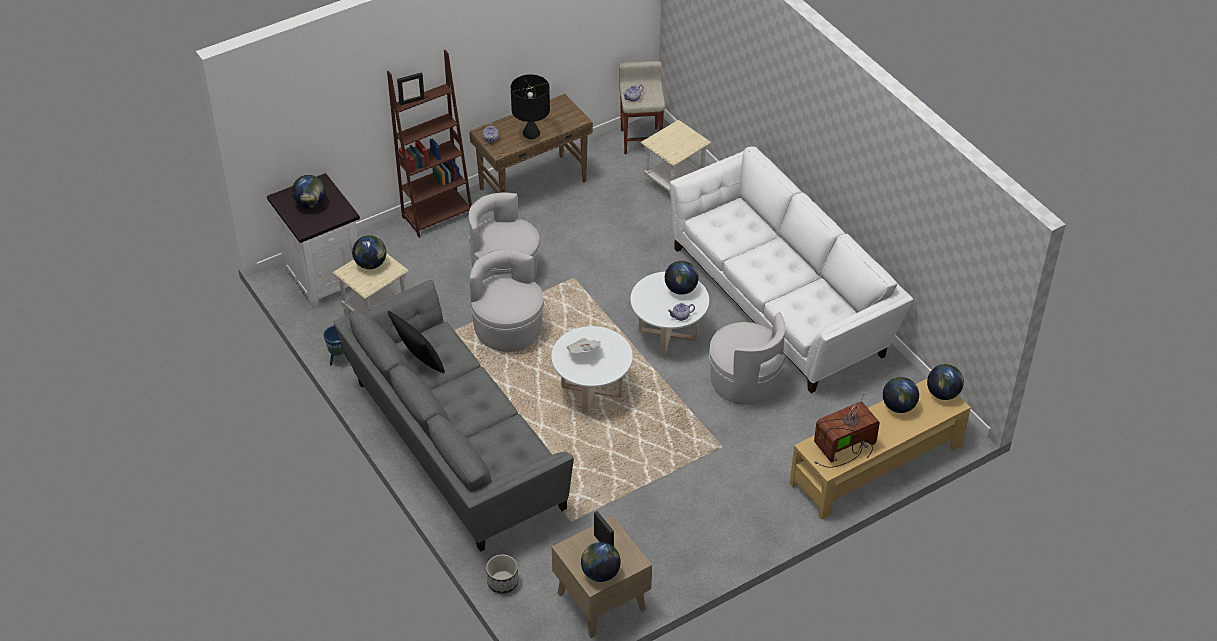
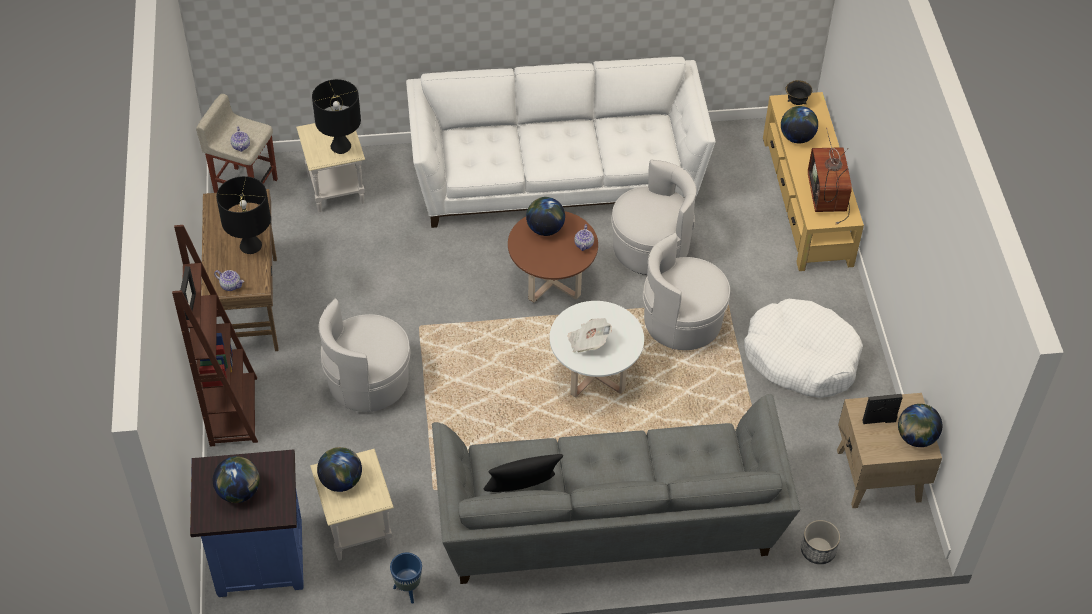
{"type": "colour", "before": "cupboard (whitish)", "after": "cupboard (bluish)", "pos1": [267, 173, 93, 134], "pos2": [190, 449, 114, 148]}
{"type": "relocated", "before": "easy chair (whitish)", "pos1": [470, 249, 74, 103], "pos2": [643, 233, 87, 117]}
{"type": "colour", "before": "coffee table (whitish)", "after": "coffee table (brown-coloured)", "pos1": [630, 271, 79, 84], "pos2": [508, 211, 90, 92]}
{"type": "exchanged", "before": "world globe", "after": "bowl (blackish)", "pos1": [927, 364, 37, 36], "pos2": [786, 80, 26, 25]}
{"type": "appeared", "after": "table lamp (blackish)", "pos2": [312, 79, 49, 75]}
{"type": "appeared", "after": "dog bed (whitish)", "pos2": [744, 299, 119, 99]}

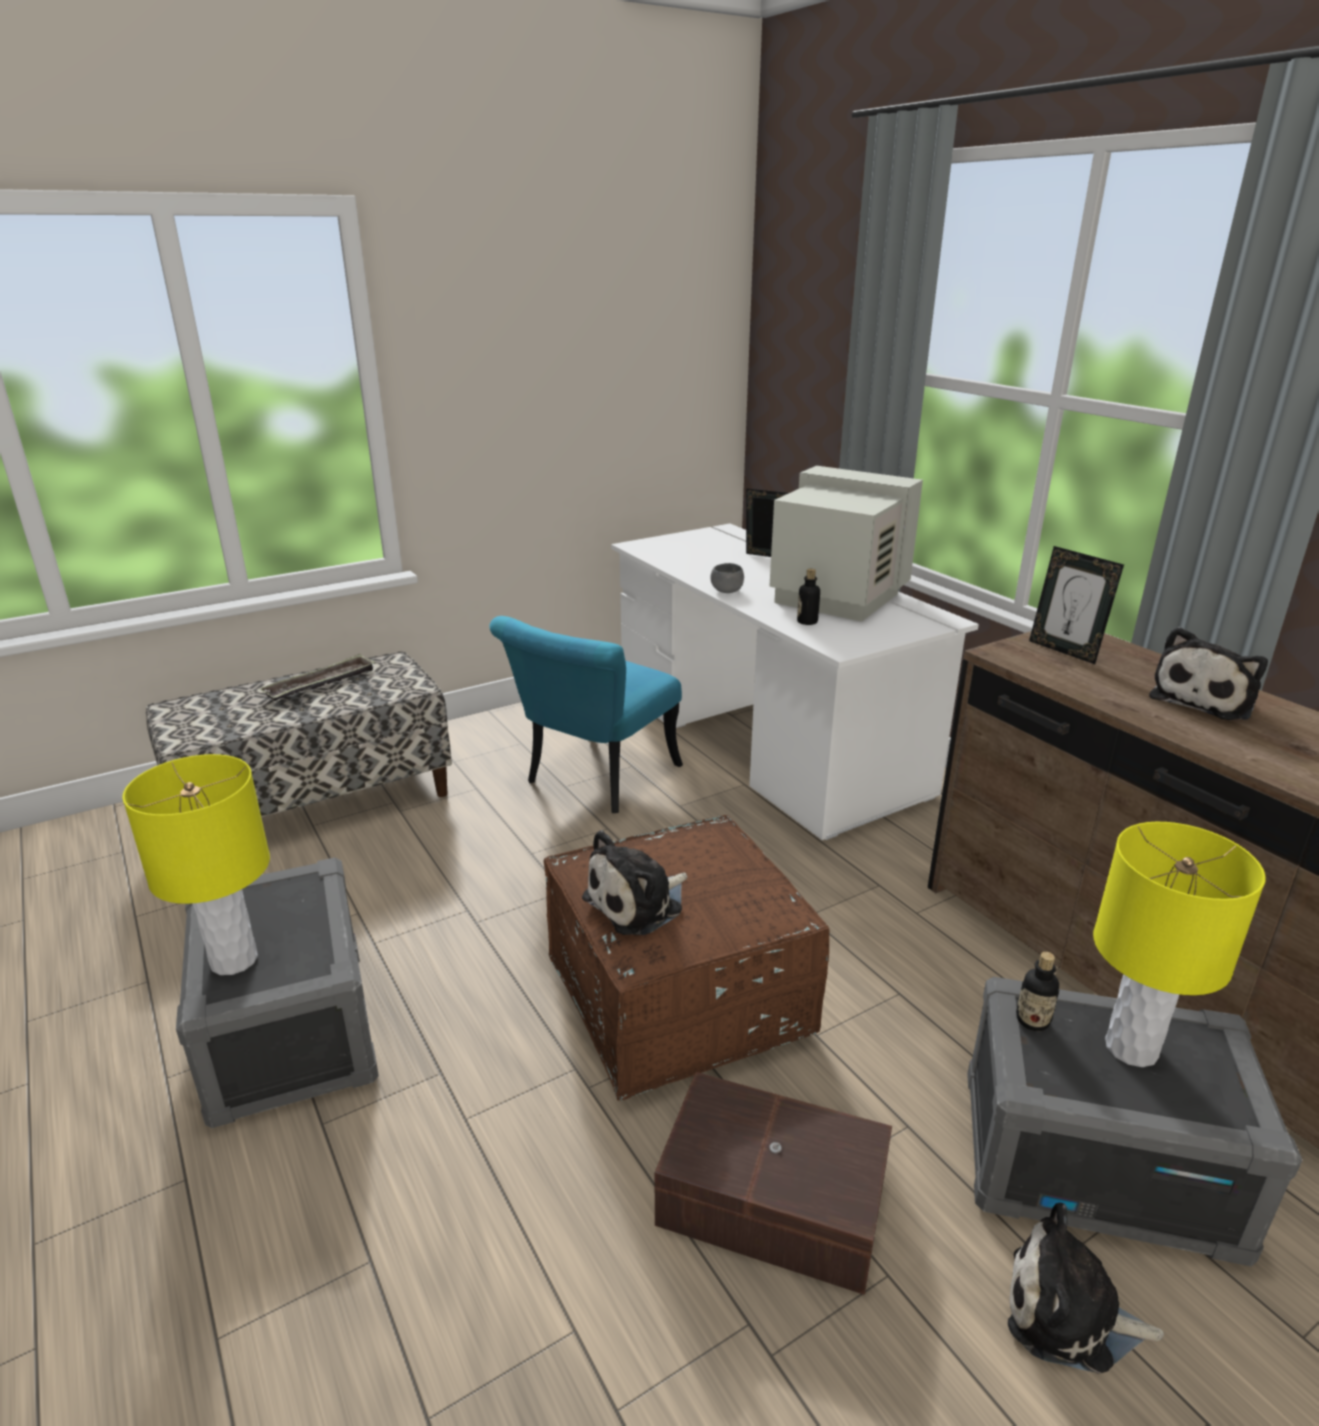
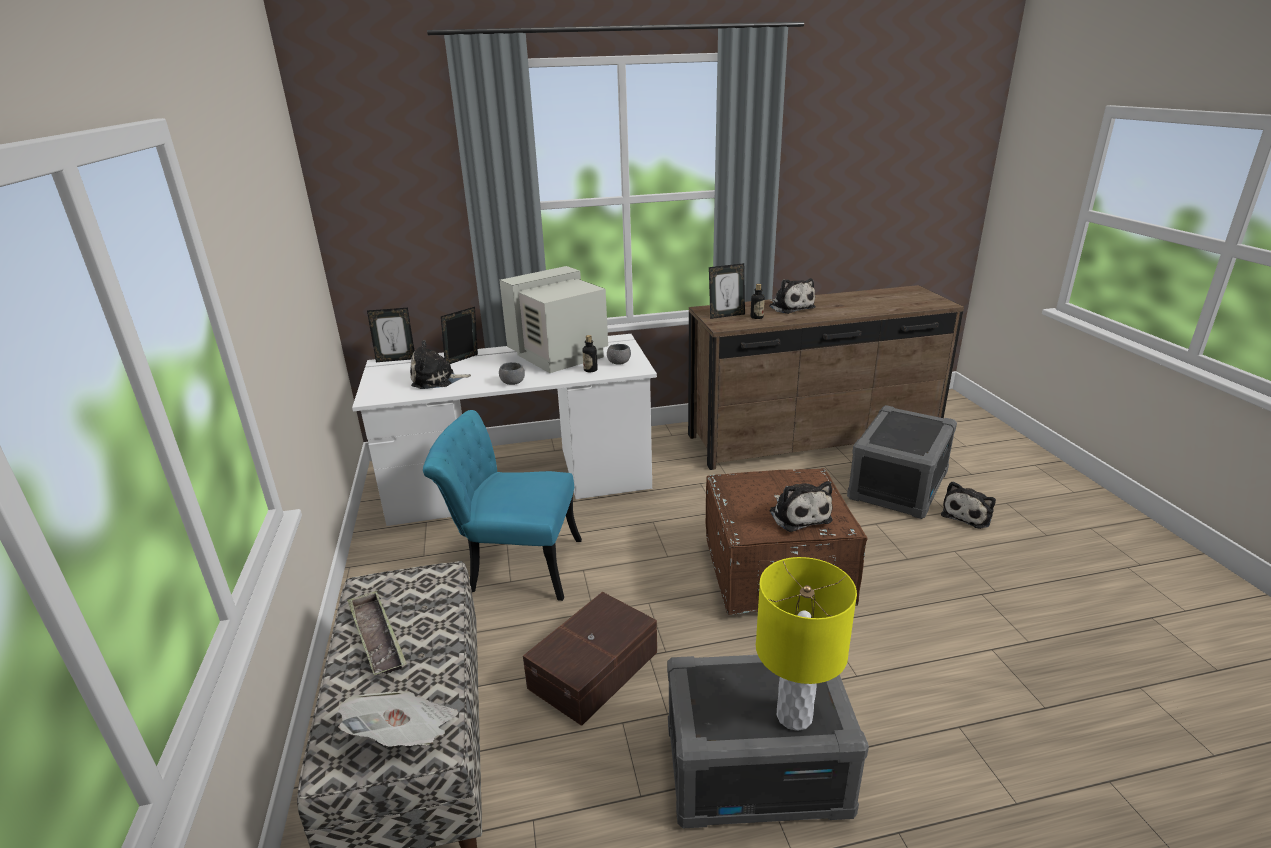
{"type": "spun", "before": "chair (blue-green)", "pos1": [489, 616, 194, 197], "pos2": [423, 410, 159, 191], "turn": 135}
{"type": "relocated", "before": "storage bin (brown-coloured)", "pos1": [655, 1072, 237, 223], "pos2": [523, 592, 134, 134]}
{"type": "relocated", "before": "beverage bottle", "pos1": [1016, 952, 44, 79], "pos2": [751, 284, 14, 35]}
{"type": "missing", "before": "table lamp (yellow)", "pos1": [1093, 822, 173, 245]}
{"type": "appeared", "after": "newspaper", "pos2": [338, 691, 120, 56]}
{"type": "appeared", "after": "standing frame", "pos2": [367, 308, 47, 54]}
{"type": "appeared", "after": "cuddly toy", "pos2": [410, 340, 61, 49]}
{"type": "appeared", "after": "bowl (gray)", "pos2": [607, 344, 24, 21]}

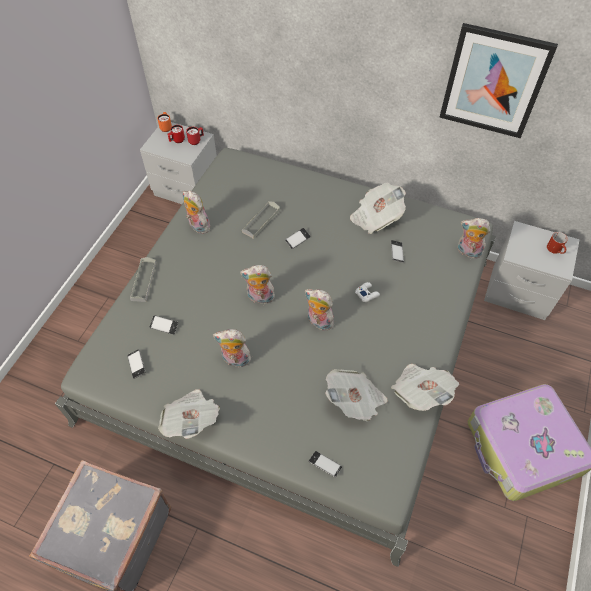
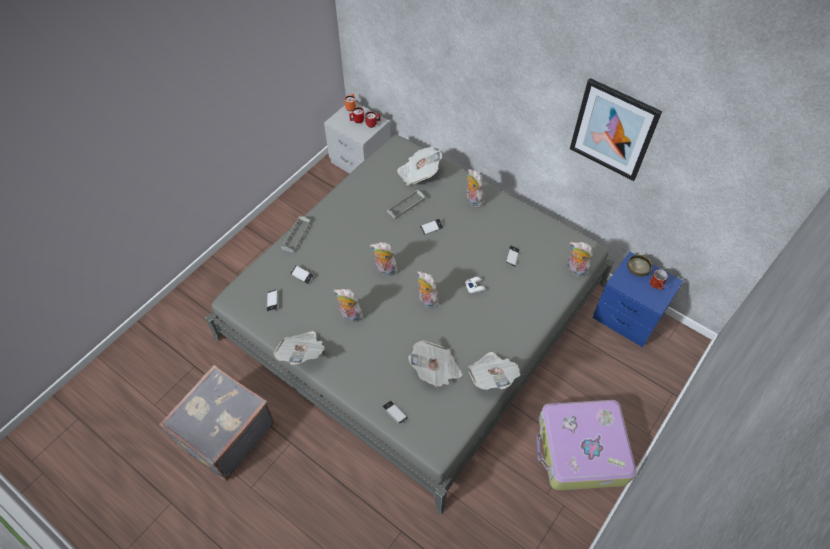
{"type": "relocated", "before": "cuddly toy", "pos1": [183, 191, 29, 43], "pos2": [466, 169, 18, 39]}
{"type": "relocated", "before": "newspaper", "pos1": [350, 183, 56, 51], "pos2": [397, 147, 45, 39]}
{"type": "colour", "before": "bedside table (gray)", "after": "bedside table (bluish)", "pos1": [484, 221, 96, 99], "pos2": [592, 252, 91, 95]}
{"type": "appeared", "after": "bowl", "pos2": [627, 255, 25, 21]}

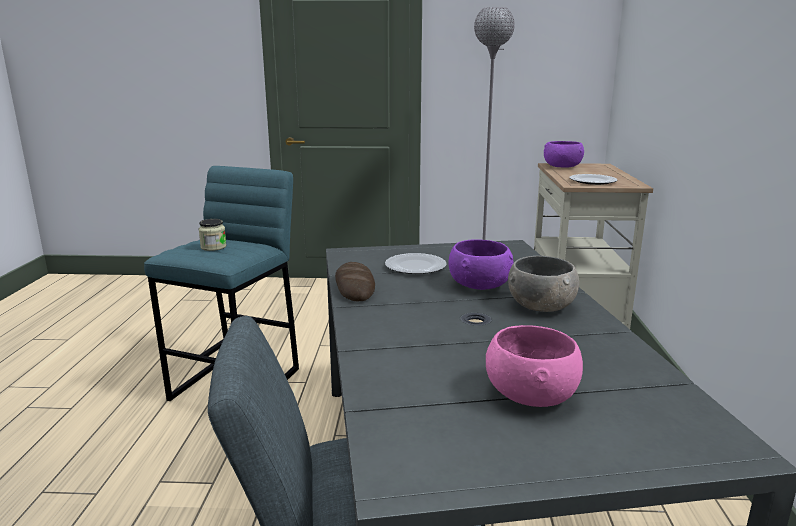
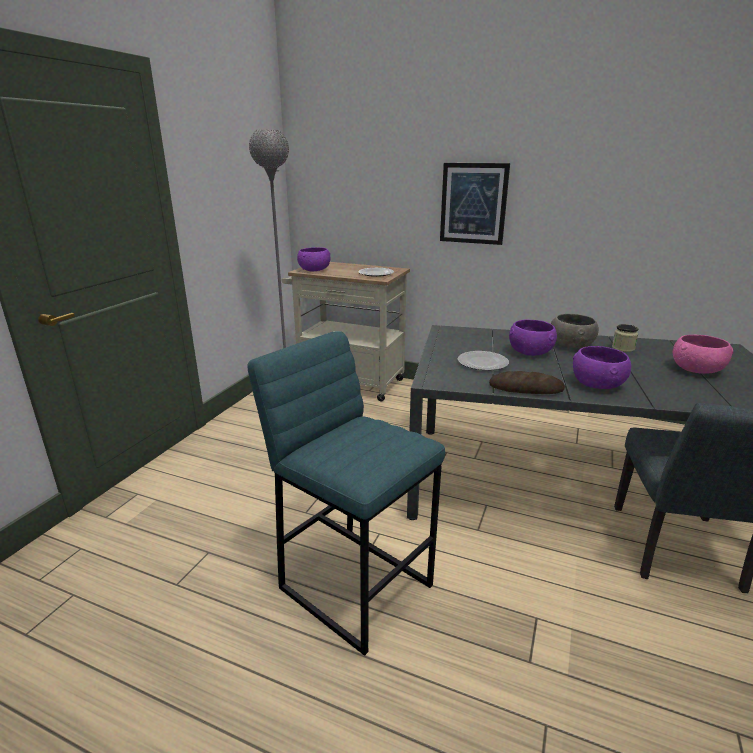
{"type": "relocated", "before": "preserve jar", "pos1": [199, 219, 28, 32], "pos2": [612, 324, 26, 28]}
{"type": "appeared", "after": "wall picture", "pos2": [440, 163, 70, 82]}
{"type": "appeared", "after": "bowl (purple)", "pos2": [573, 346, 58, 43]}

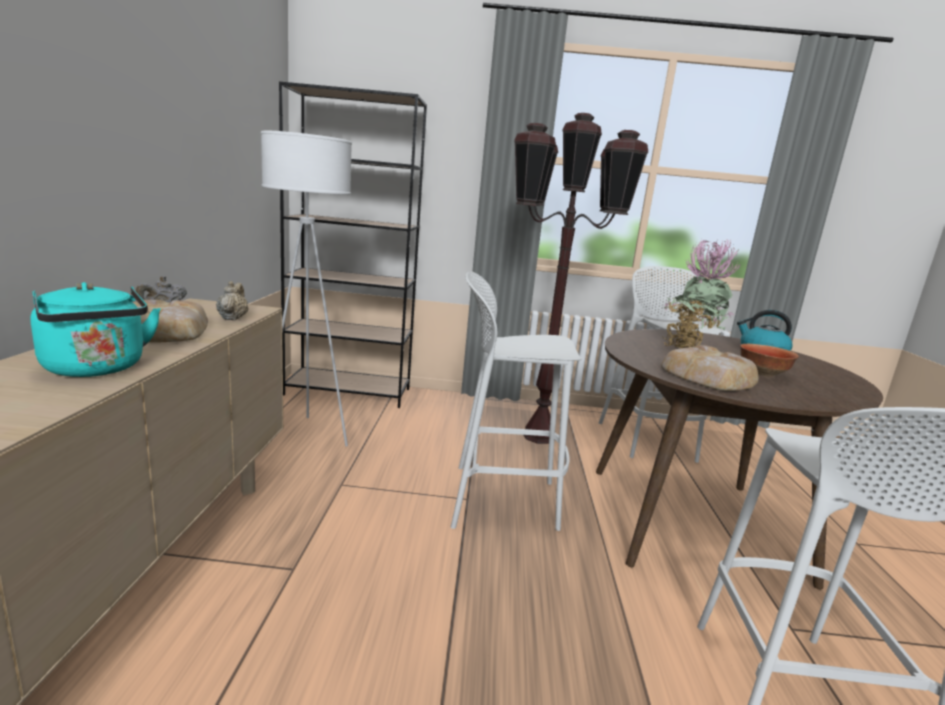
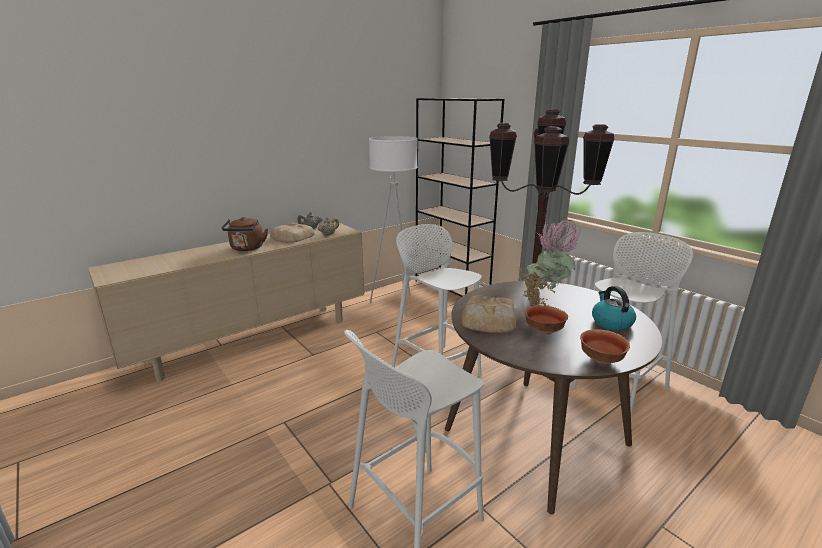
{"type": "colour", "before": "kettle (blue-green)", "after": "kettle (brown-coloured)", "pos1": [31, 282, 130, 95], "pos2": [221, 217, 47, 34]}
{"type": "appeared", "after": "bowl", "pos2": [580, 329, 50, 35]}

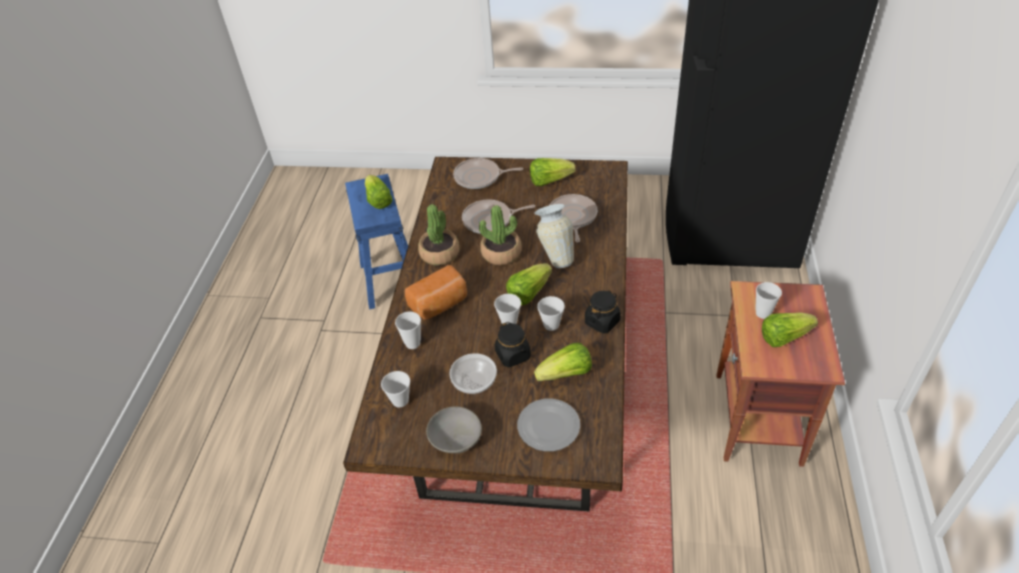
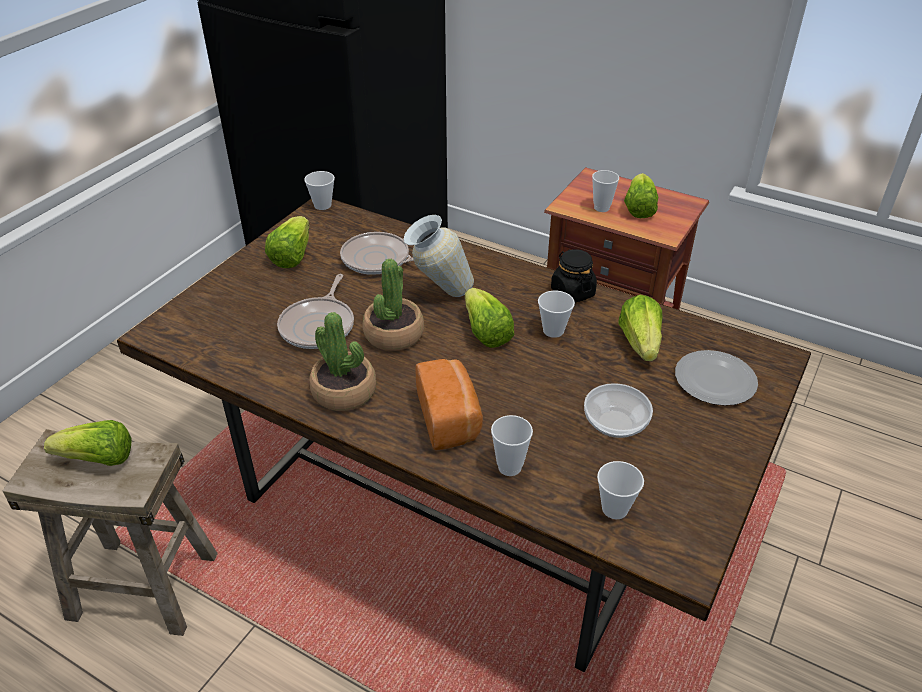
{"type": "colour", "before": "stool seat (bluish)", "after": "stool seat (beige)", "pos1": [345, 174, 63, 136], "pos2": [3, 429, 215, 207]}
{"type": "missing", "before": "bowl (gray)", "pos1": [426, 406, 56, 47]}
{"type": "missing", "before": "pan", "pos1": [453, 158, 70, 31]}
{"type": "relocated", "before": "small cup", "pos1": [494, 294, 27, 30], "pos2": [304, 171, 31, 39]}
{"type": "missing", "before": "preserve jar (blackish)", "pos1": [495, 322, 36, 45]}

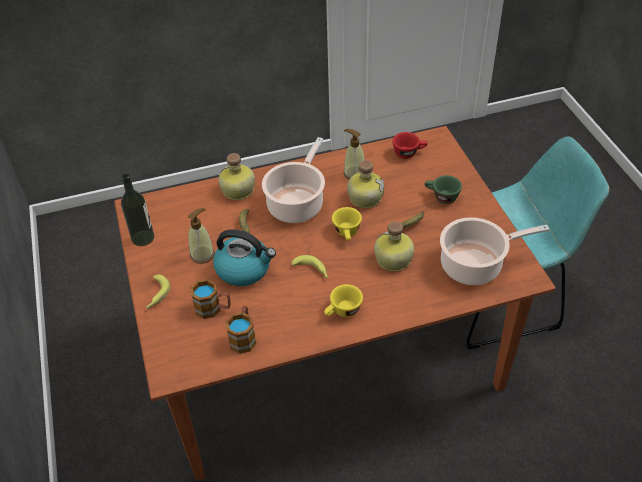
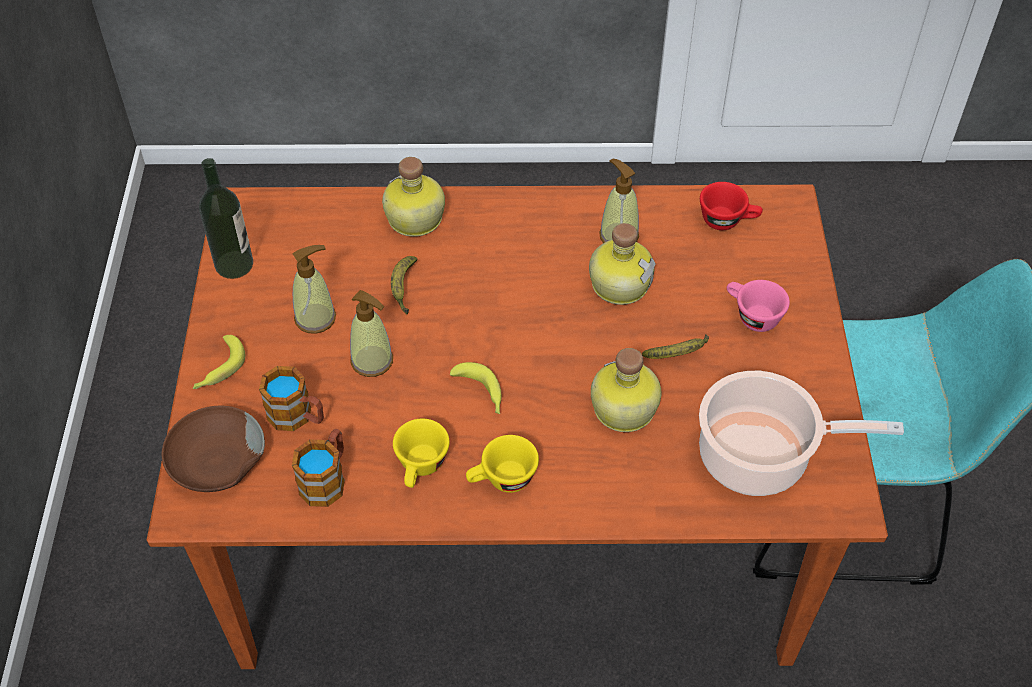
{"type": "exchanged", "before": "kettle", "after": "soap dispenser", "pos1": [213, 229, 63, 57], "pos2": [350, 290, 43, 87]}
{"type": "missing", "before": "stockpot", "pos1": [262, 137, 63, 86]}
{"type": "relocated", "before": "small cup (yellow)", "pos1": [332, 207, 30, 34], "pos2": [393, 419, 57, 69]}
{"type": "colour", "before": "small cup (greenish)", "after": "small cup (pinkish)", "pos1": [425, 175, 37, 29], "pos2": [727, 280, 63, 52]}
{"type": "appeared", "after": "bowl (brown-coloured)", "pos2": [162, 406, 103, 86]}

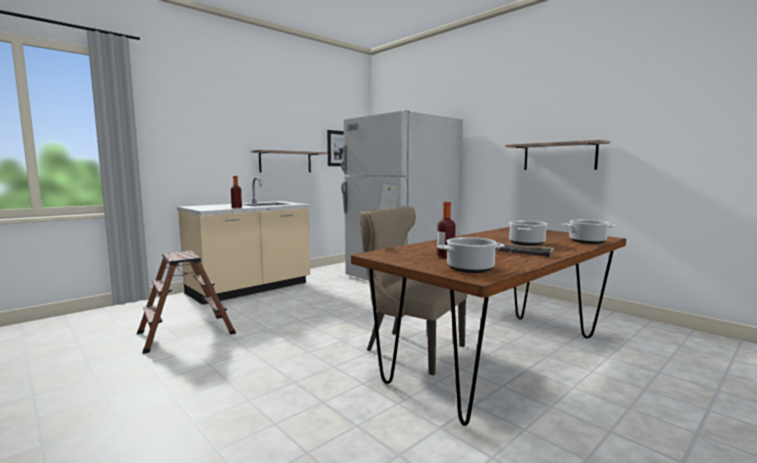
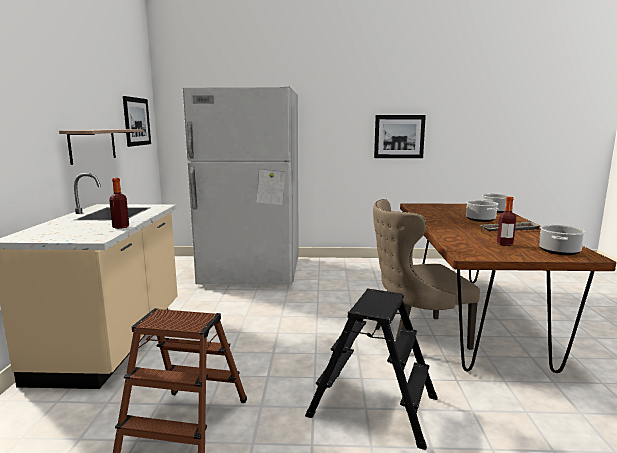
{"type": "exchanged", "before": "bracket shelf", "after": "wall picture", "pos1": [505, 140, 105, 30], "pos2": [374, 115, 52, 43]}
{"type": "appeared", "after": "stepladder (blackish)", "pos2": [305, 288, 133, 162]}

